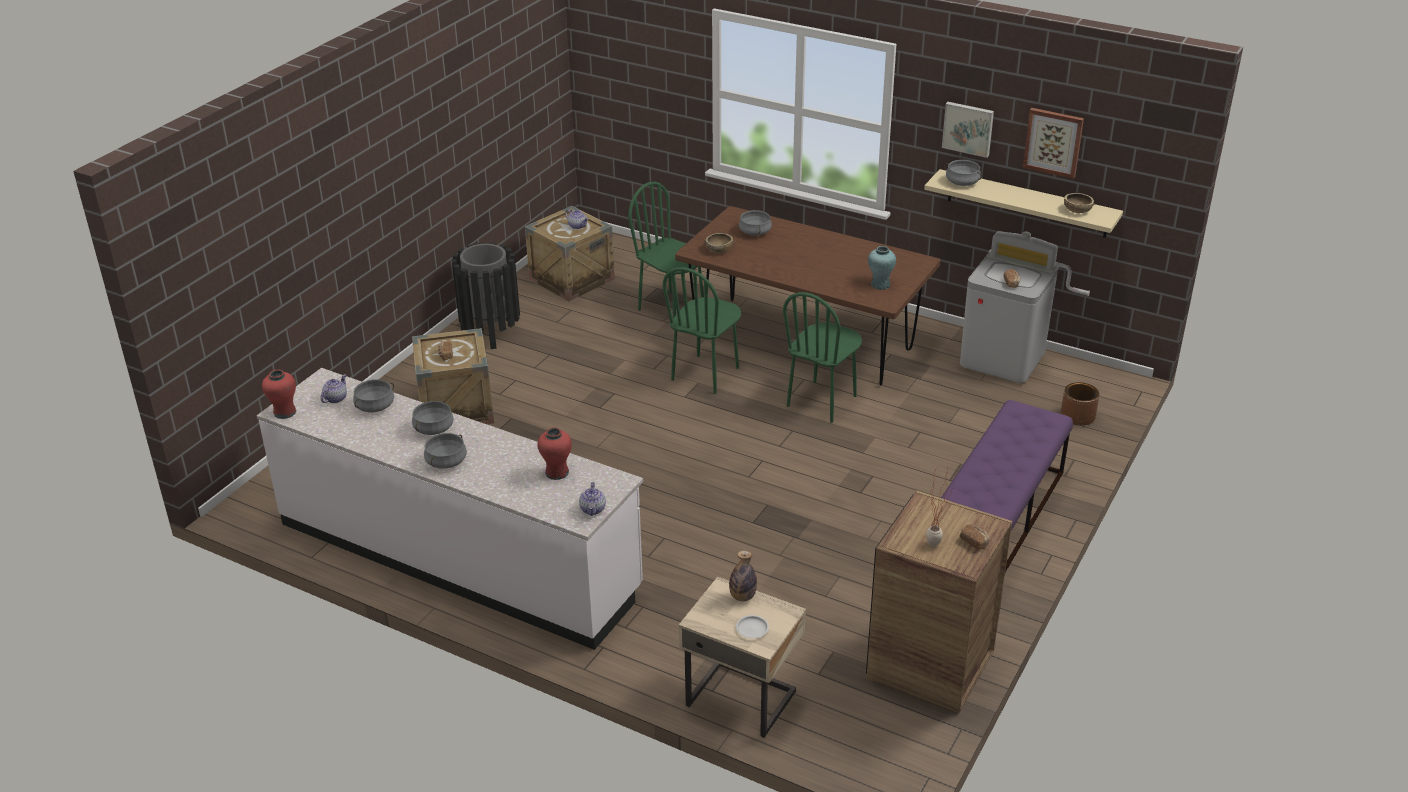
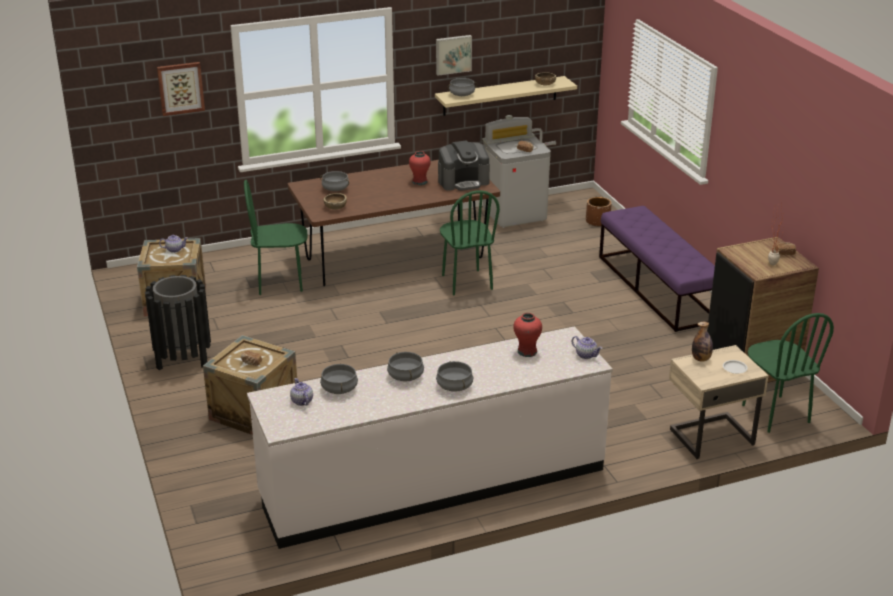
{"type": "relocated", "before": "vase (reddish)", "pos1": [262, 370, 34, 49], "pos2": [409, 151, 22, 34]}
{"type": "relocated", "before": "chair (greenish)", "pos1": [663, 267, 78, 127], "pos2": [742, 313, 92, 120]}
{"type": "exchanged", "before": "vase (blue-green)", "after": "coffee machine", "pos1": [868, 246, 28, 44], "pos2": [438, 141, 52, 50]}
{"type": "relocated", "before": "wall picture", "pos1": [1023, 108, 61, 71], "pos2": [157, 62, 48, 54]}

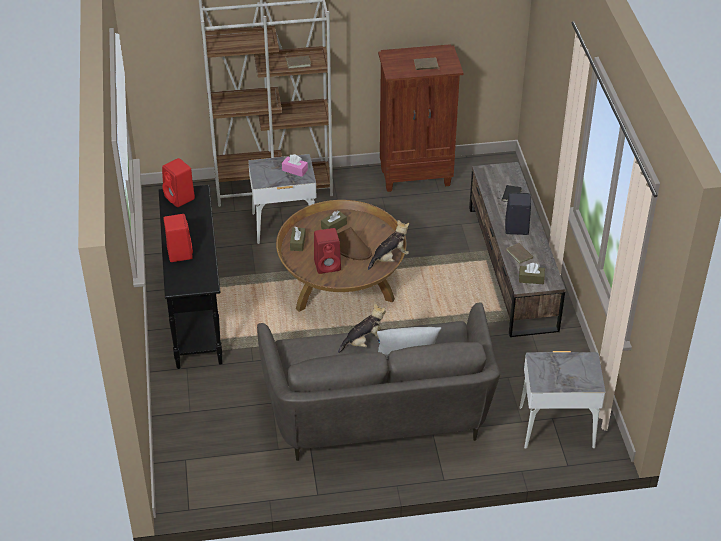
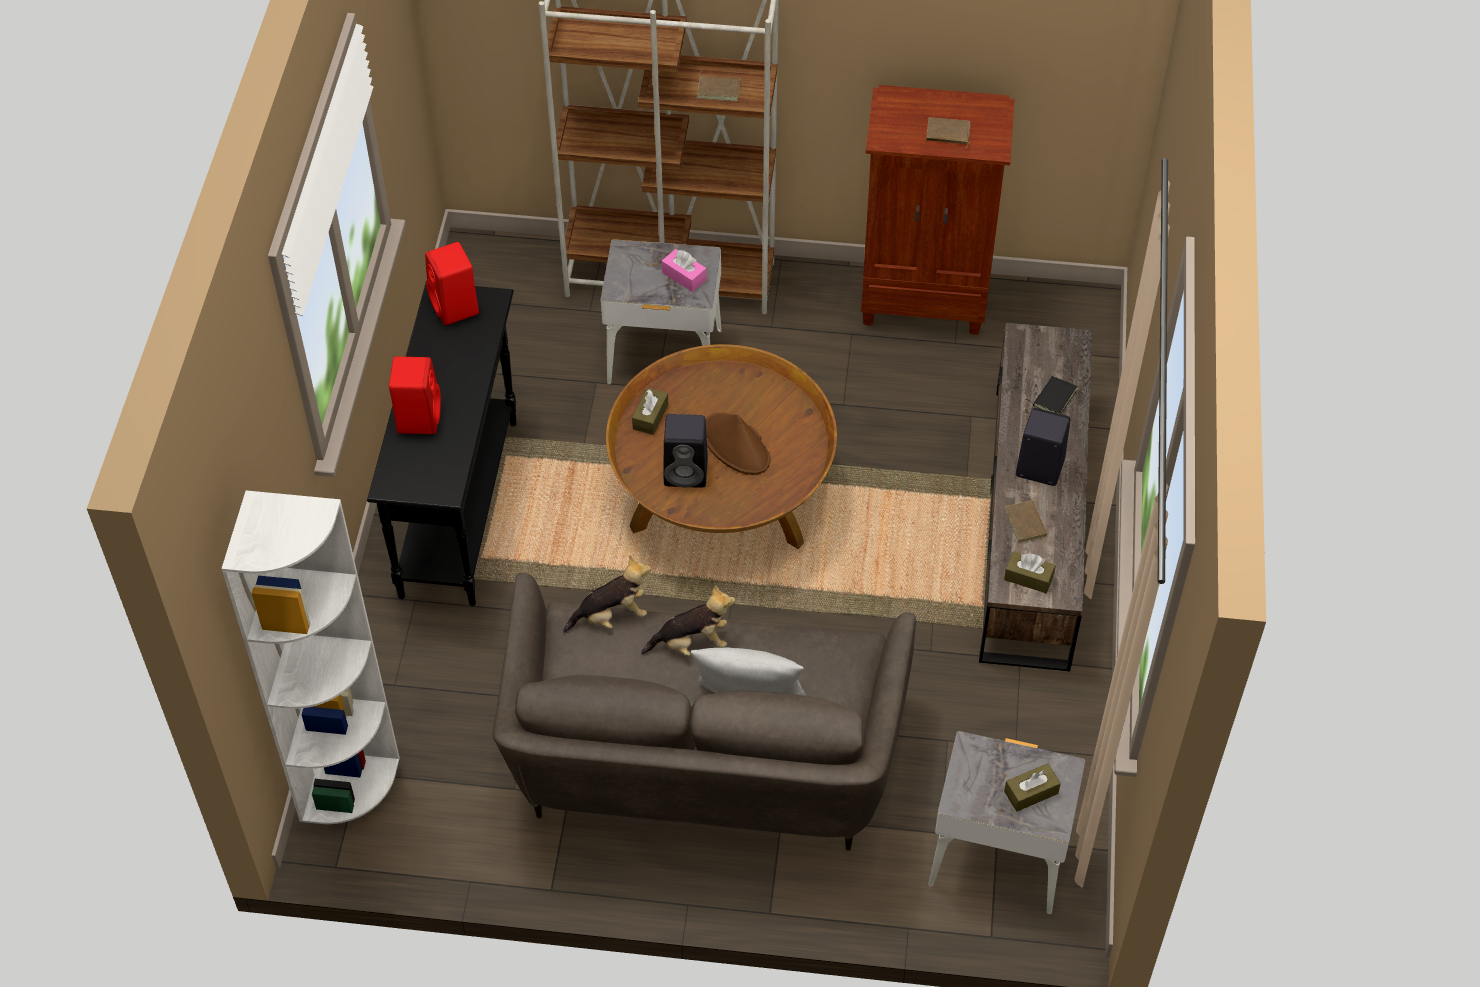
{"type": "colour", "before": "audio speaker (reddish)", "after": "audio speaker (blackish)", "pos1": [314, 228, 27, 46], "pos2": [664, 414, 44, 74]}
{"type": "relocated", "before": "box of tissues (brown-coloured)", "pos1": [321, 211, 26, 19], "pos2": [1004, 763, 57, 48]}
{"type": "relocated", "before": "cuddly toy", "pos1": [368, 220, 41, 50], "pos2": [563, 556, 88, 77]}
{"type": "appeared", "after": "shelving unit (whitish)", "pos2": [221, 490, 179, 334]}

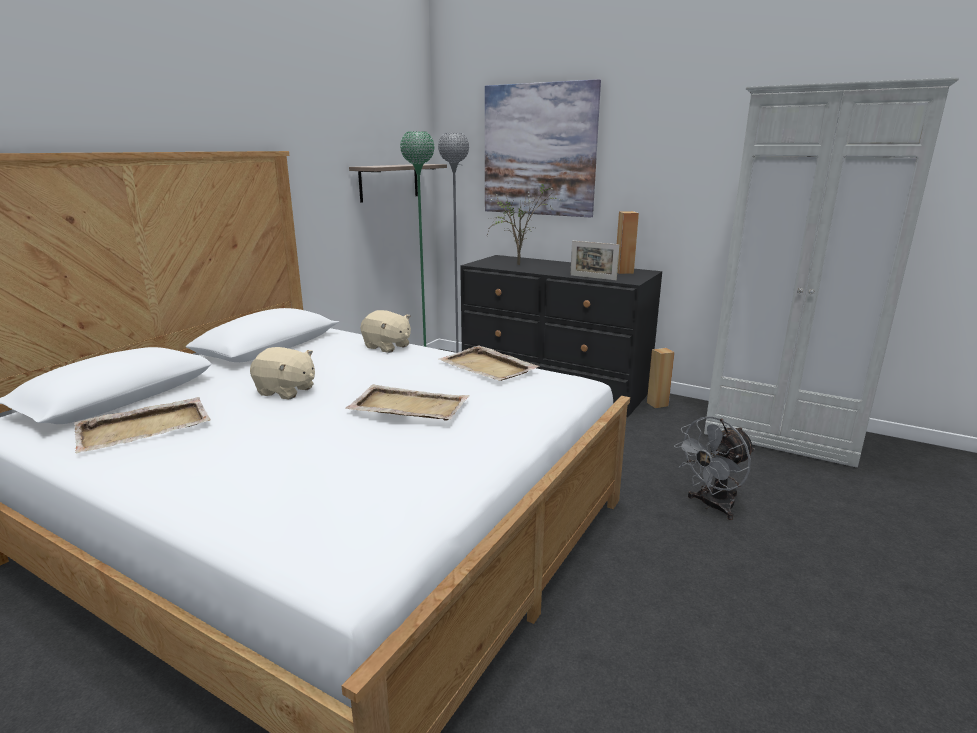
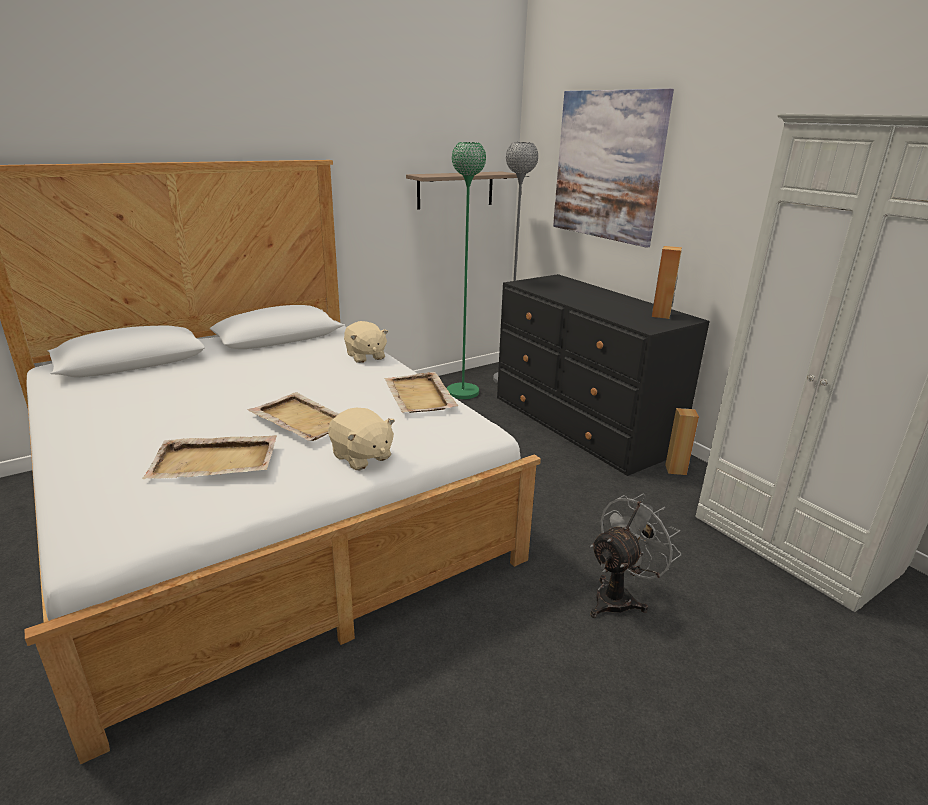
{"type": "relocated", "before": "tray (beige)", "pos1": [74, 397, 137, 56], "pos2": [142, 435, 135, 44]}
{"type": "relocated", "before": "cuddly toy (beige)", "pos1": [250, 347, 65, 52], "pos2": [328, 408, 67, 62]}
{"type": "missing", "before": "potted plant", "pos1": [485, 182, 77, 83]}
{"type": "missing", "before": "standing frame", "pos1": [570, 241, 49, 39]}
{"type": "spun", "before": "cooling fan (gray)", "pos1": [674, 416, 81, 104], "pos2": [590, 494, 91, 124], "turn": 150}

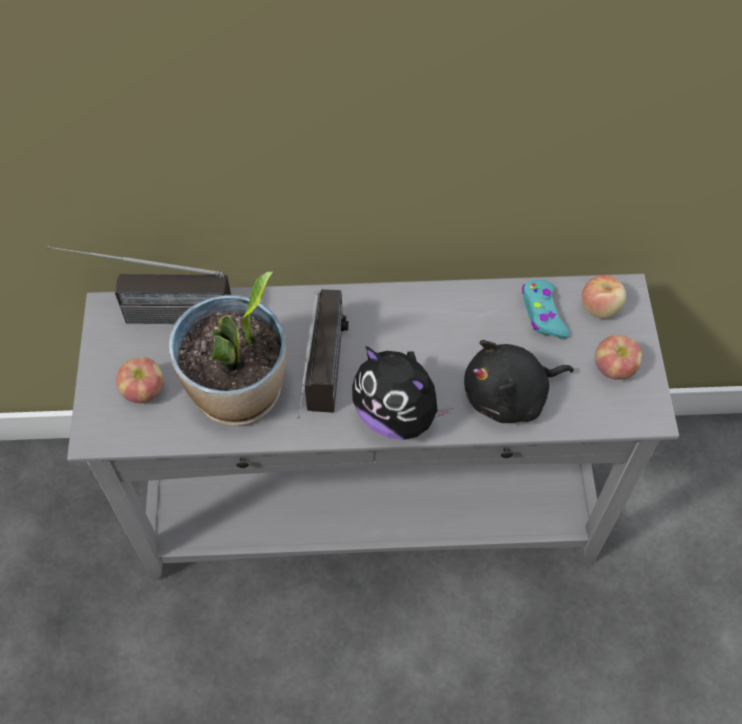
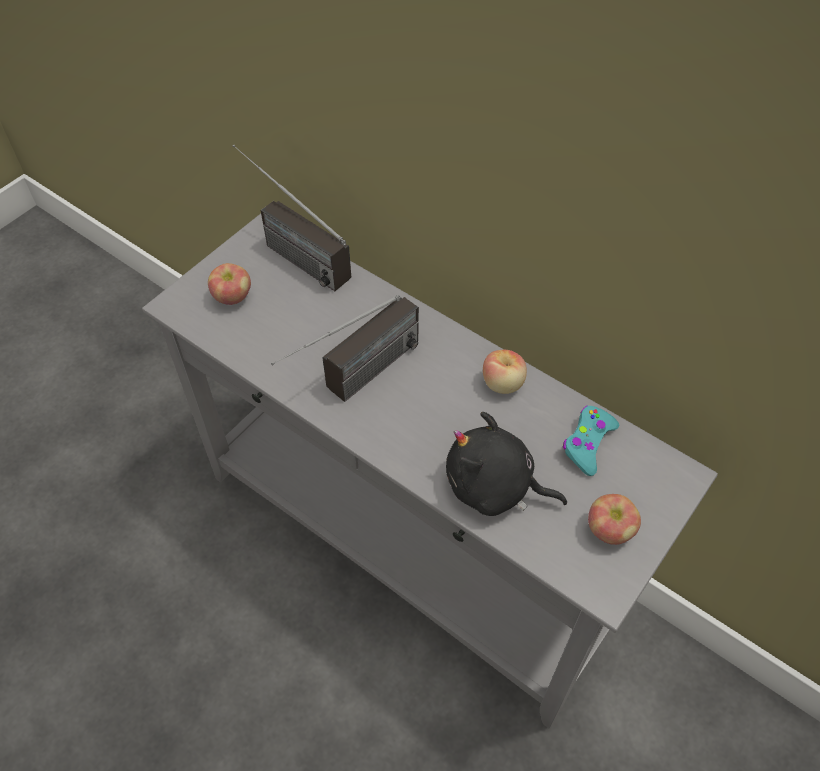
{"type": "missing", "before": "potted plant", "pos1": [168, 272, 118, 154]}
{"type": "missing", "before": "cuddly toy", "pos1": [352, 346, 102, 94]}
{"type": "relocated", "before": "whole apple", "pos1": [582, 275, 44, 44], "pos2": [483, 350, 44, 44]}

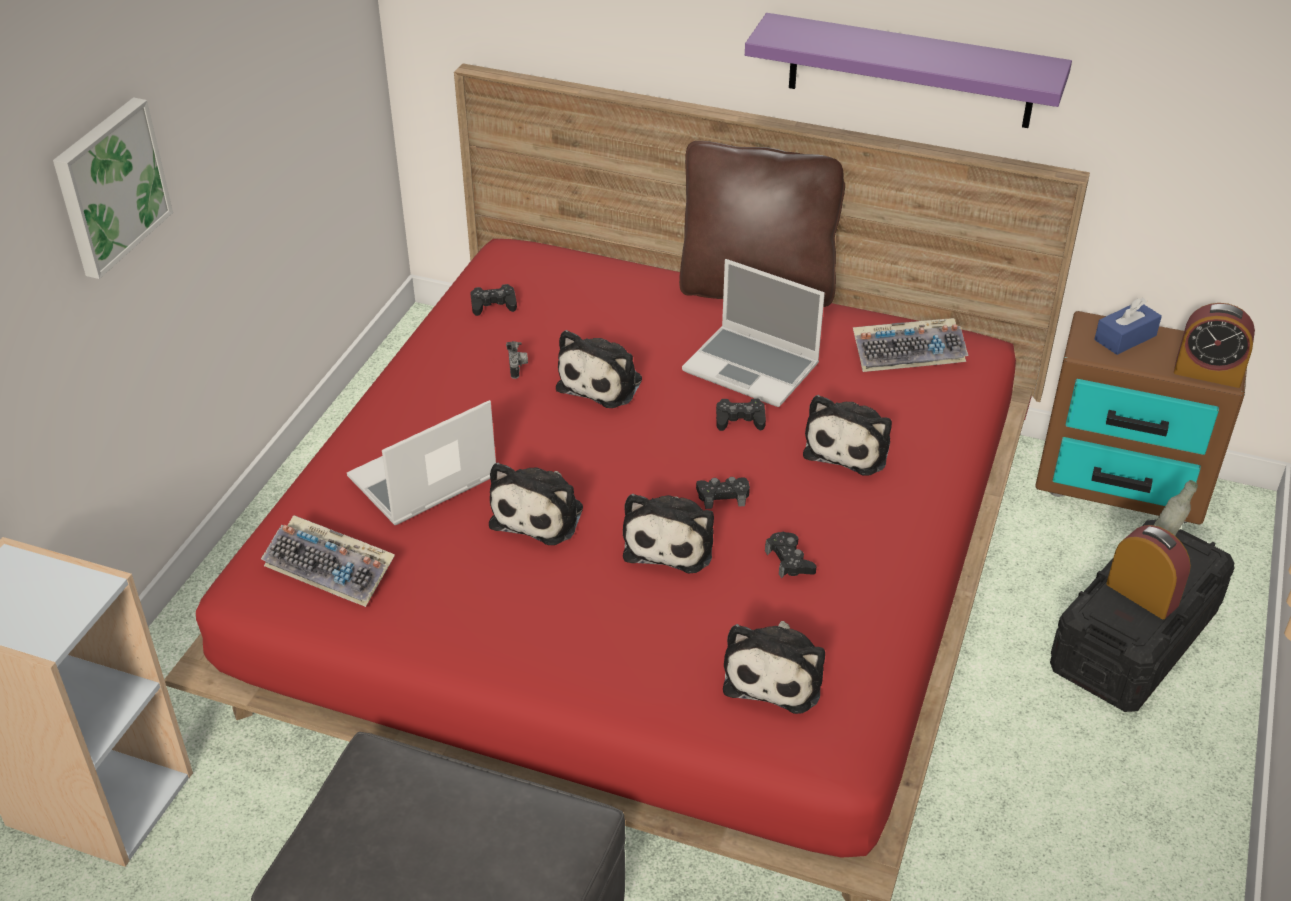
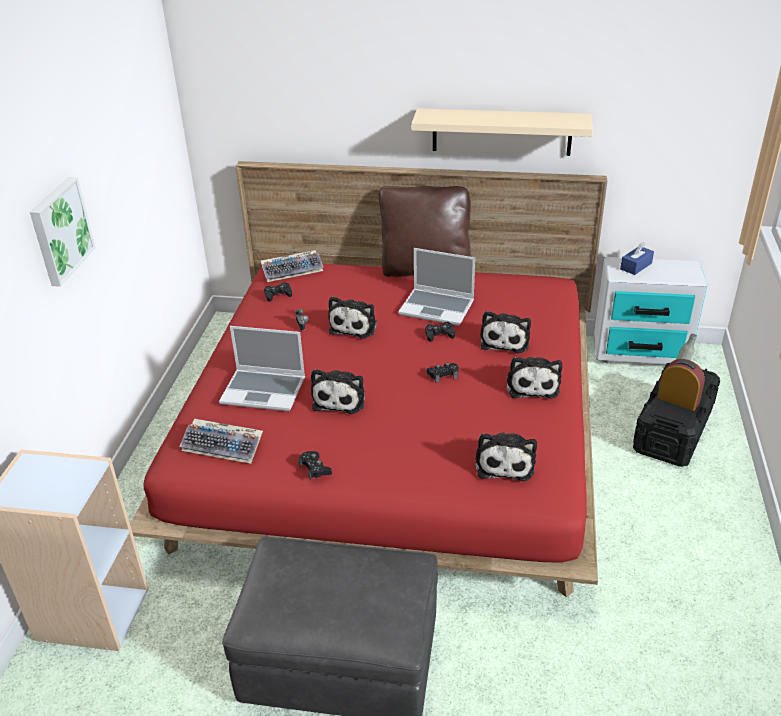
{"type": "spun", "before": "notebook computer", "pos1": [347, 400, 149, 125], "pos2": [219, 326, 86, 85], "turn": -120}
{"type": "relocated", "before": "cuddly toy", "pos1": [623, 494, 91, 80], "pos2": [507, 357, 55, 42]}
{"type": "colour", "before": "bracket shelf (purple)", "after": "bracket shelf (beige)", "pos1": [745, 13, 327, 115], "pos2": [411, 108, 182, 48]}
{"type": "relocated", "before": "gamepad (blackish)", "pos1": [765, 532, 51, 46], "pos2": [298, 451, 34, 29]}
{"type": "relocated", "before": "computer keyboard", "pos1": [853, 318, 115, 54], "pos2": [261, 250, 62, 32]}
{"type": "colour", "before": "bedside table (brown-coloured)", "after": "bedside table (whitish)", "pos1": [1035, 311, 212, 213], "pos2": [594, 257, 114, 107]}
{"type": "missing", "before": "alarm clock", "pos1": [1174, 303, 81, 85]}

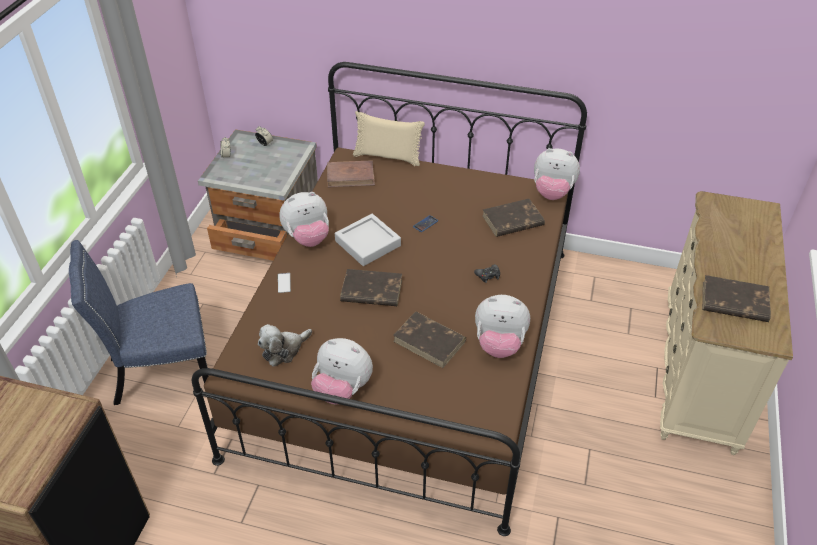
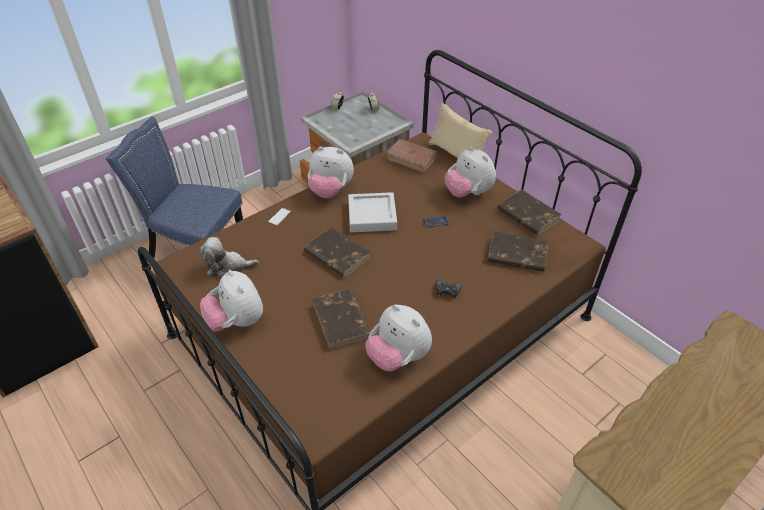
{"type": "relocated", "before": "cuddly toy", "pos1": [534, 148, 46, 52], "pos2": [445, 147, 51, 50]}
{"type": "relocated", "before": "bound book (brown-coloured)", "pos1": [702, 275, 69, 47], "pos2": [497, 190, 65, 45]}

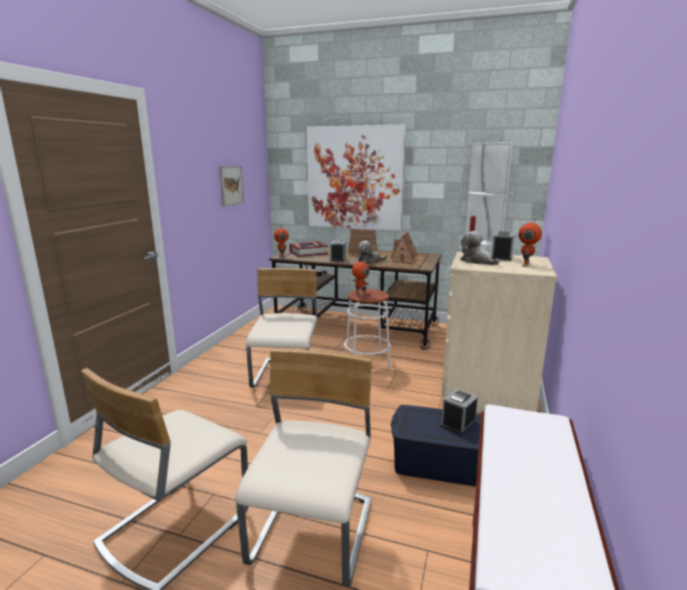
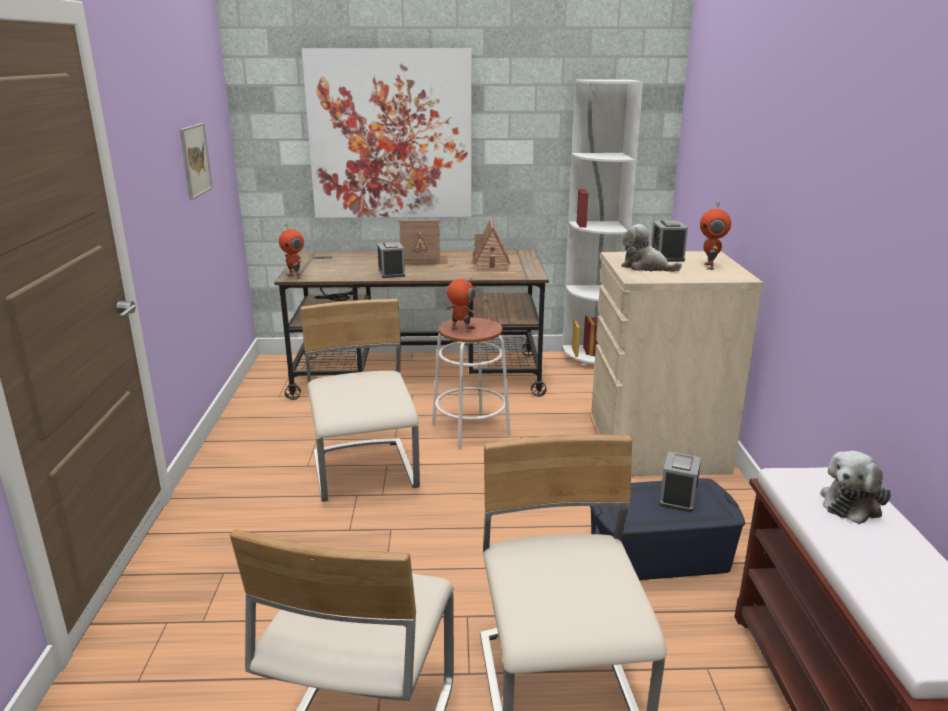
{"type": "missing", "before": "bound book", "pos1": [289, 242, 39, 15]}
{"type": "relocated", "before": "cuddly toy", "pos1": [357, 241, 30, 23], "pos2": [820, 451, 71, 73]}

